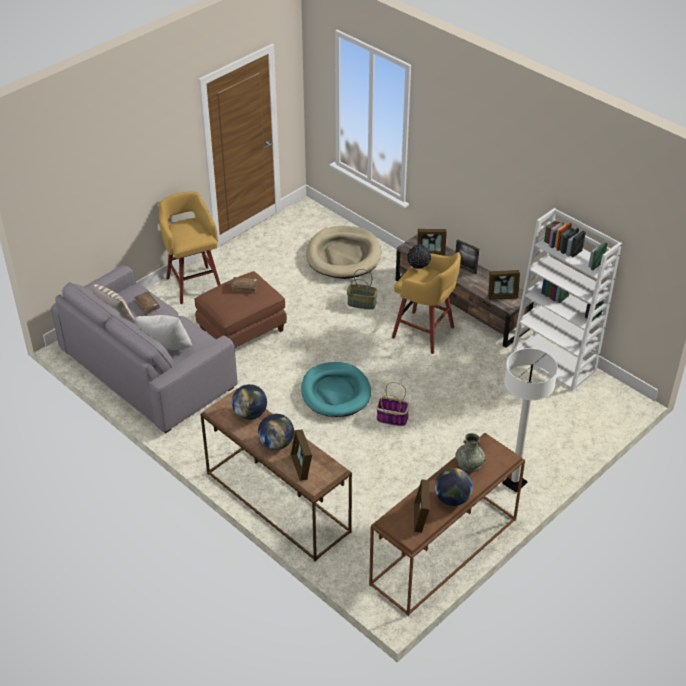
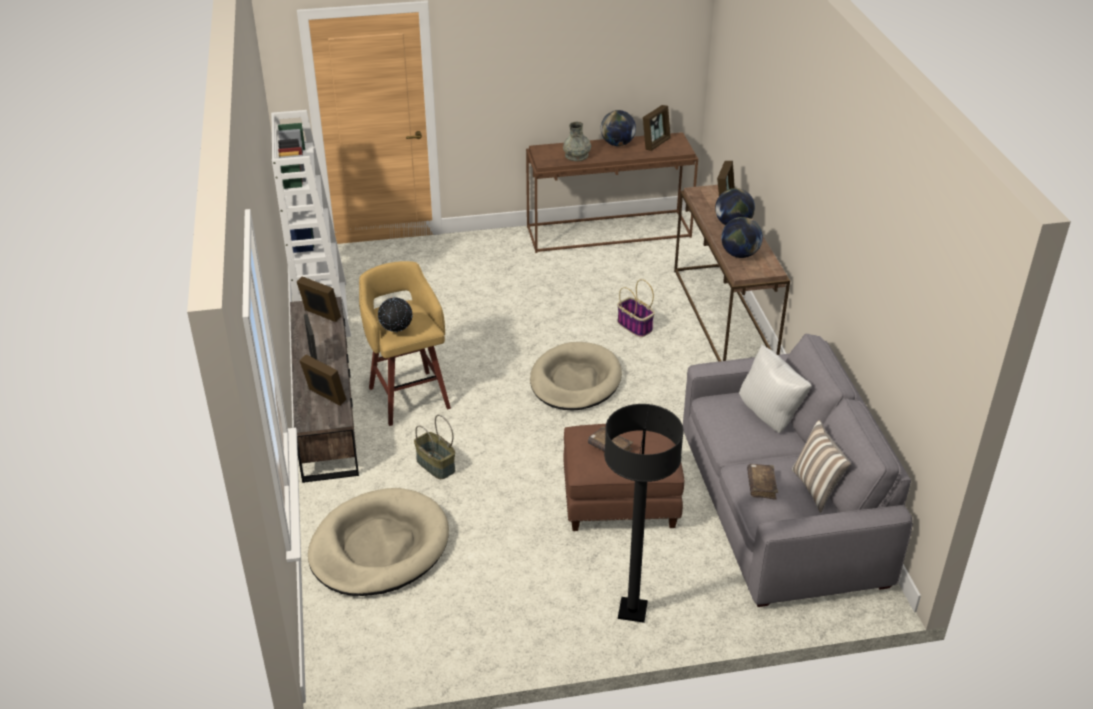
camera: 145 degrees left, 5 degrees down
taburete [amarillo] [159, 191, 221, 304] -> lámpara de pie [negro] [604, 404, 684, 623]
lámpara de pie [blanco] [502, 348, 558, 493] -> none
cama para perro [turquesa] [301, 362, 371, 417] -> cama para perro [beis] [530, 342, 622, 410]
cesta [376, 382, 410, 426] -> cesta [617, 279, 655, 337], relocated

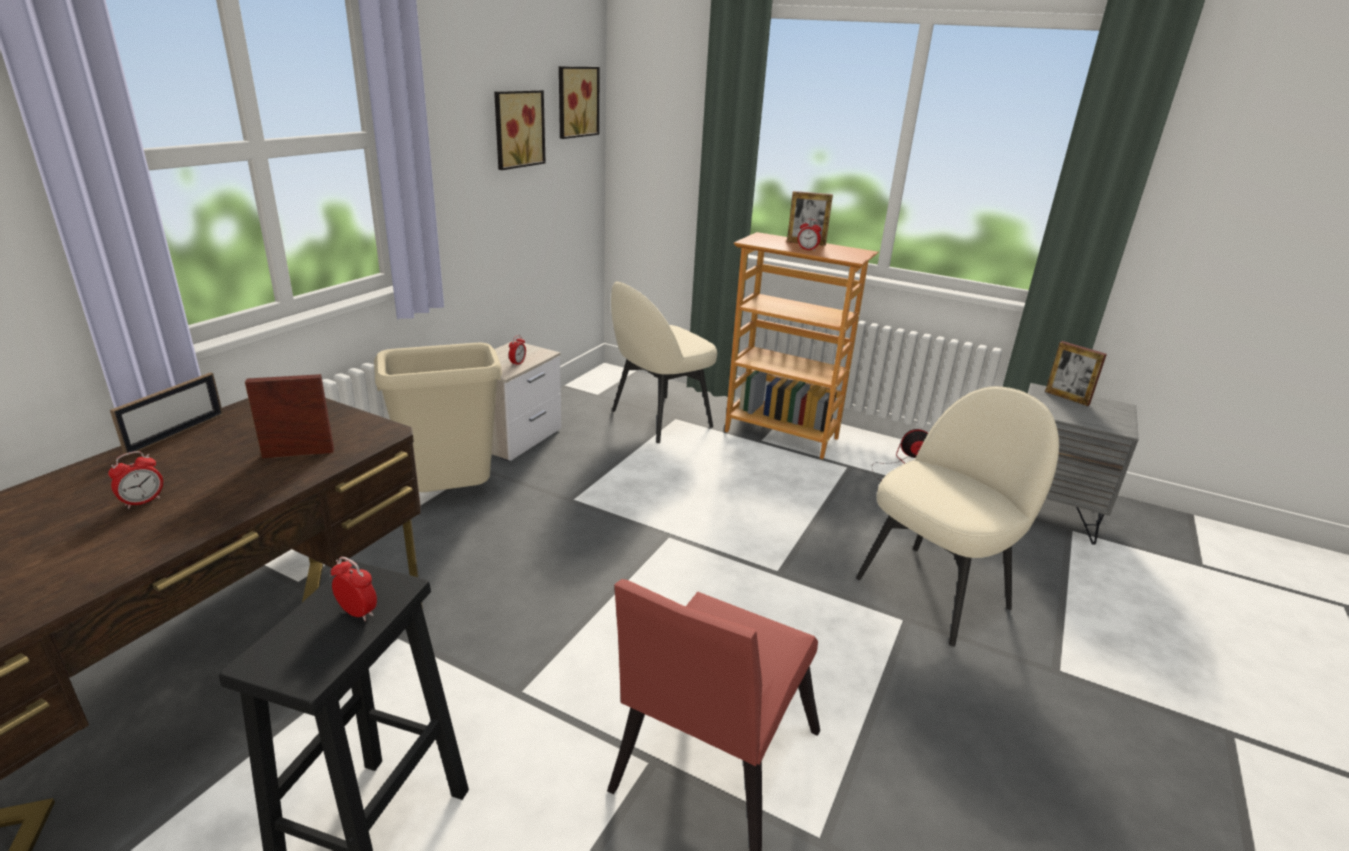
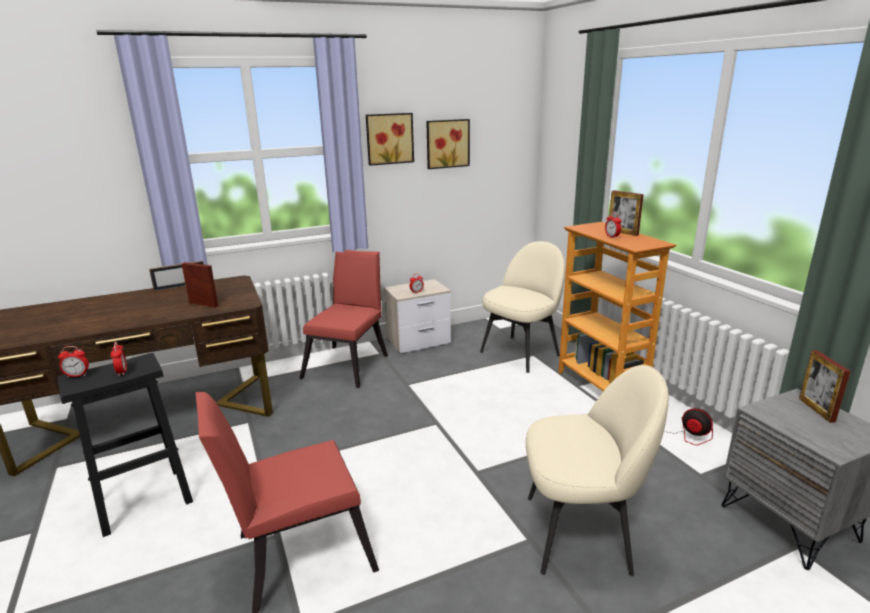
camera: 40 degrees right, 5 degrees down
cuadro [559, 66, 600, 139] -> cuadro [366, 113, 414, 166], relocated
silla [beis] [611, 281, 717, 443] -> silla [beis] [480, 241, 565, 373], 135 degrees clockwise
papelera [beis] [374, 343, 502, 492] -> silla [rojo] [299, 250, 388, 388]
despertador [108, 451, 163, 509] -> despertador [58, 346, 89, 378], relocated

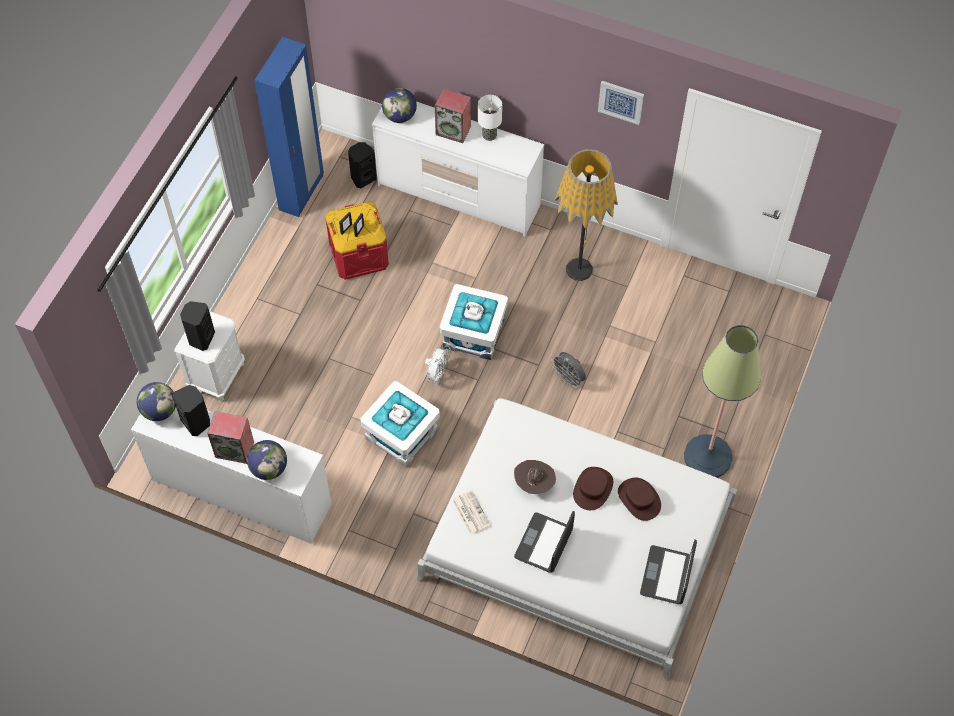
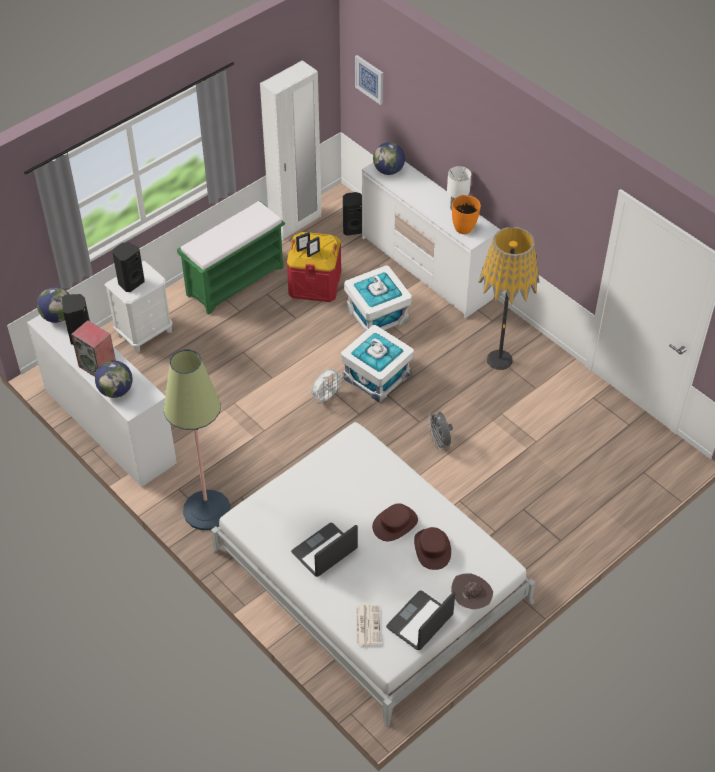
camera: 25 degrees right, 10 degrees down
armario ropero [azul] [254, 37, 324, 217] -> armario ropero [blanco] [260, 60, 322, 240]
cuadro [598, 81, 644, 125] -> cuadro [355, 55, 383, 105], relocated
altavoz [435, 89, 471, 143] -> none
lámpara de pie [684, 325, 761, 477] -> lámpara de pie [163, 349, 231, 530], relocated
caja de almacenaje [blanco] [360, 381, 440, 467] -> caja de almacenaje [blanco] [344, 265, 412, 332], relocated
sombrero [marrón] [514, 460, 556, 494] -> sombrero [marrón] [451, 574, 493, 609], relocated
periódico [452, 490, 491, 535] -> periódico [356, 605, 380, 645], relocated
none -> florero [naranja] [452, 195, 481, 234]
none -> banco [verde] [177, 201, 285, 315]

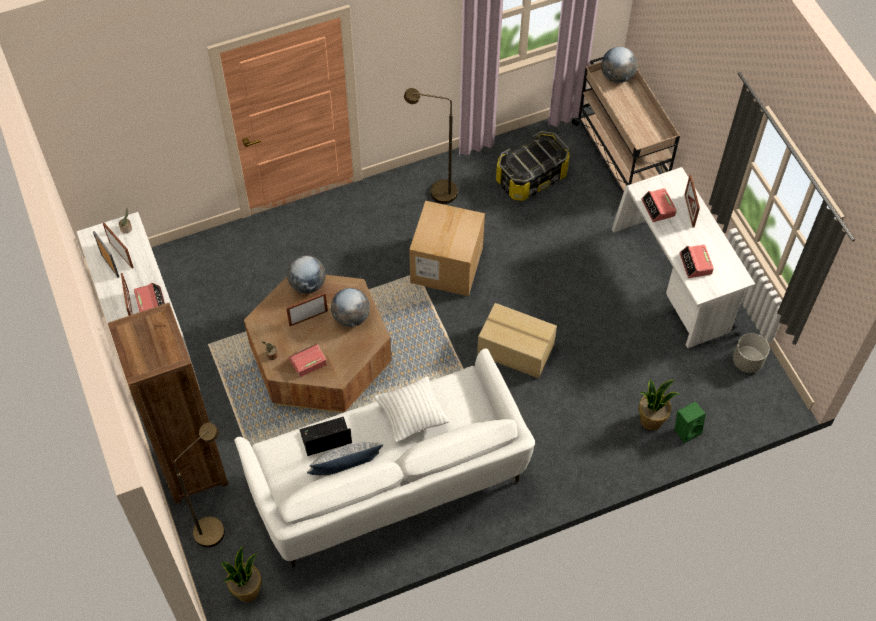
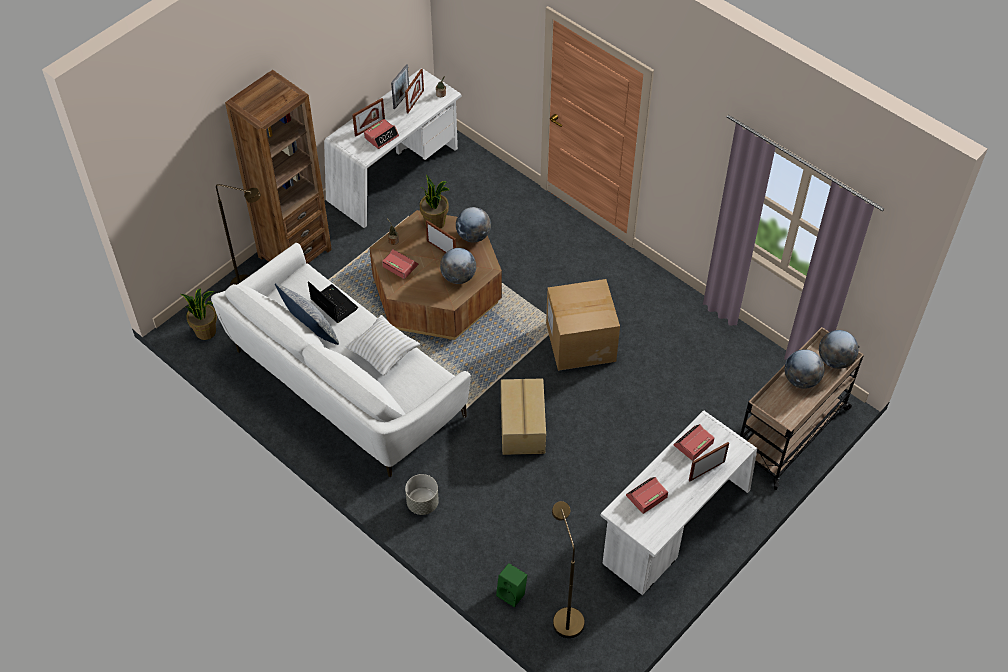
camera: 65 degrees right, 5 degrees down
lámpara de pie [marrón] [404, 88, 458, 204] -> lámpara de pie [marrón] [552, 501, 585, 638], relocated
caja de almacenaje [496, 131, 570, 201] -> none
maceta [gris] [733, 333, 769, 373] -> maceta [gris] [405, 474, 439, 515], relocated
planta en maceta [639, 380, 680, 431] -> planta en maceta [420, 175, 449, 229], relocated
none -> globo terráqueo [785, 349, 825, 389]

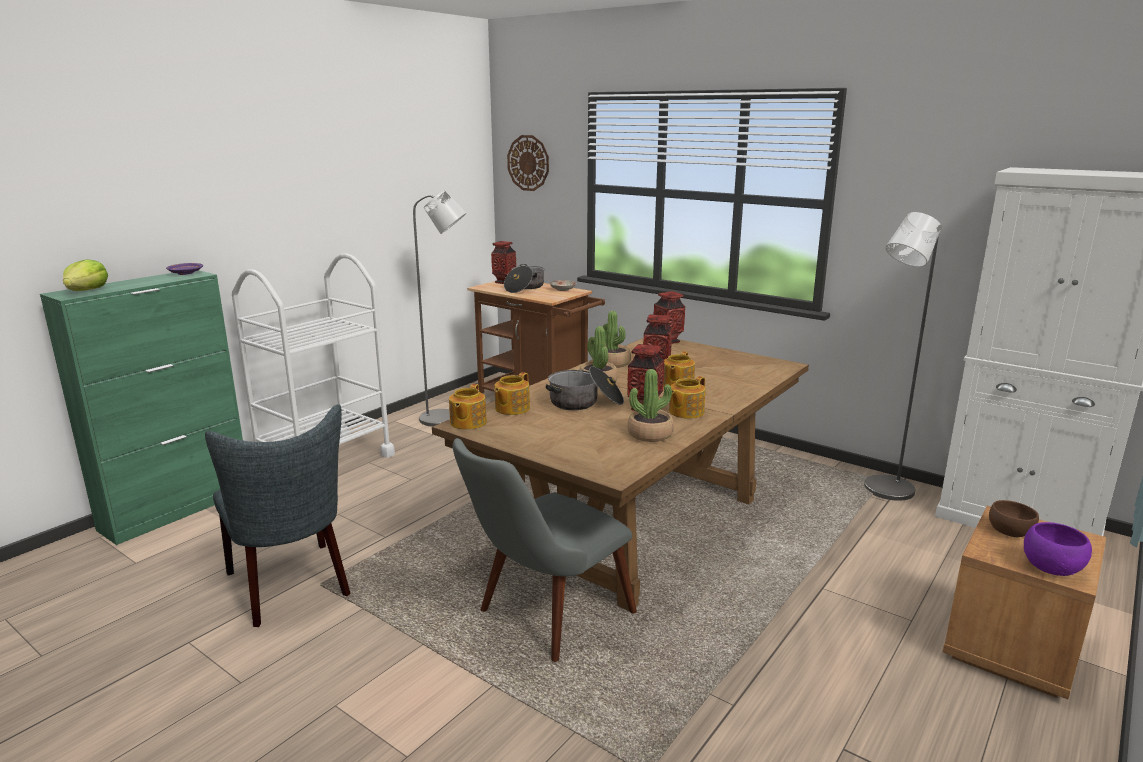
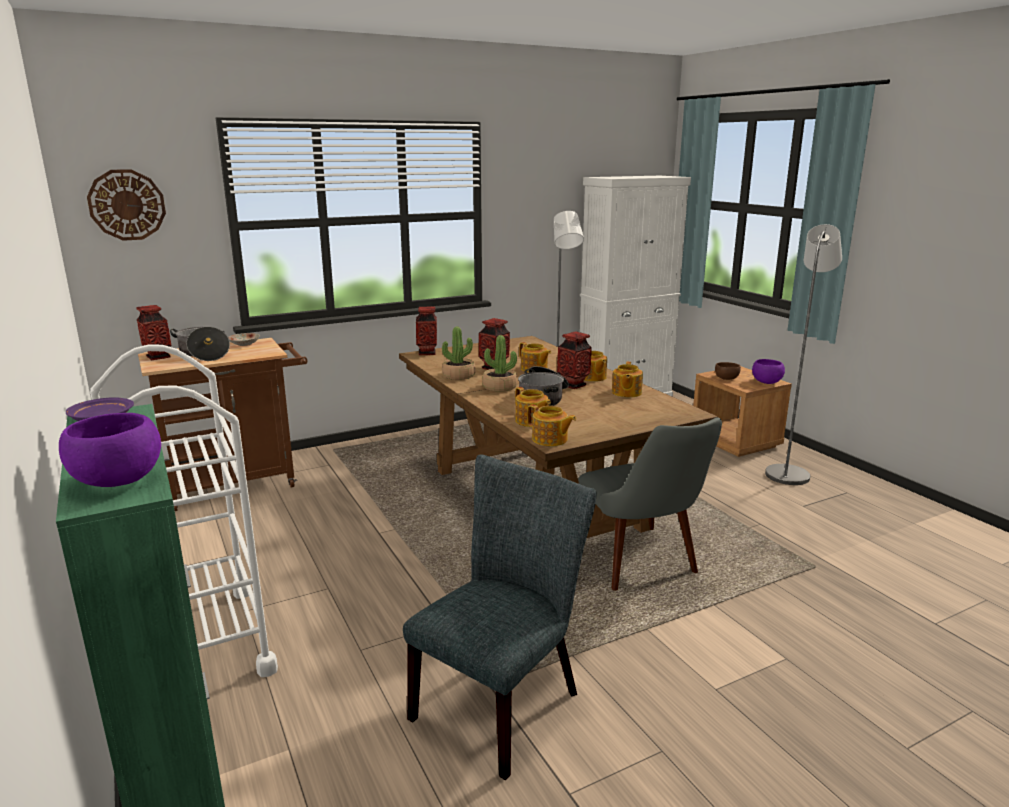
camera: 65 degrees left, 0 degrees up
lámpara de pie [gris] [413, 190, 466, 427] -> lámpara de pie [gris] [765, 224, 842, 485], relocated
lechuga [63, 259, 108, 291] -> cuenco [morado] [59, 413, 161, 487]
planta en maceta [628, 369, 674, 442] -> tetera [612, 362, 643, 397]
silla [gris] [205, 404, 350, 627] -> silla [gris] [403, 454, 596, 780], 45 degrees counterclockwise

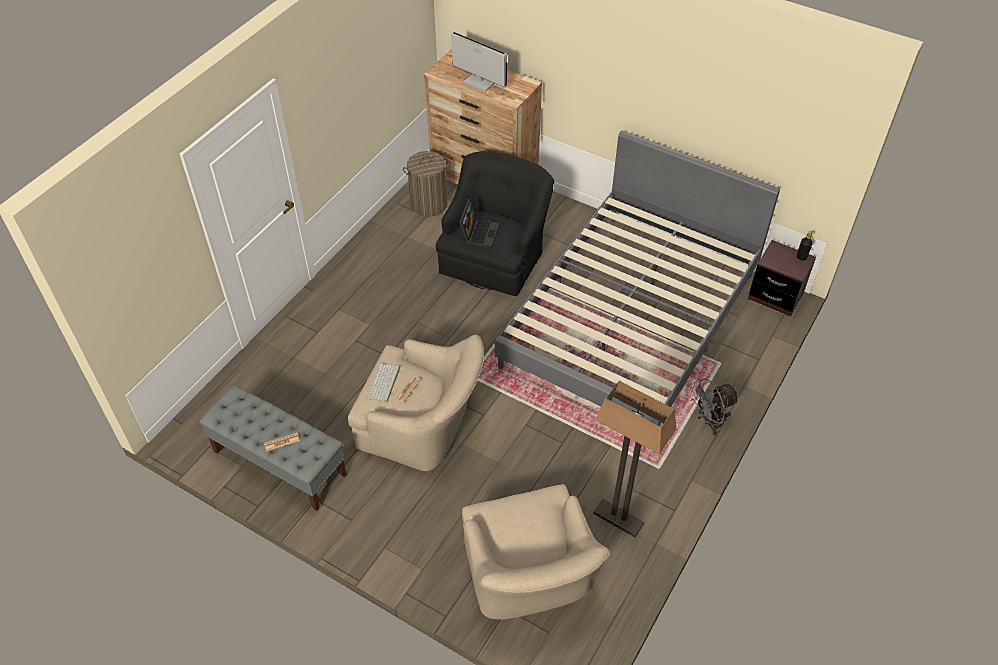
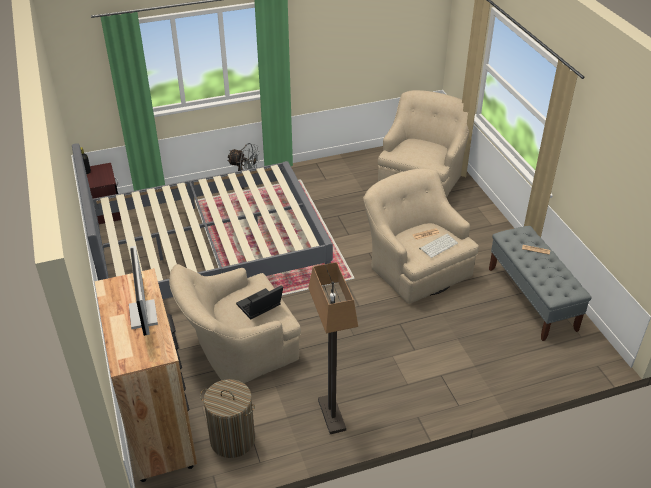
camera: 140 degrees left, 10 degrees down
sillón [negro] [436, 151, 554, 296] -> sillón [beis] [169, 264, 301, 383]
lámpara de pie [593, 381, 677, 537] -> lámpara de pie [308, 262, 358, 434], relocated

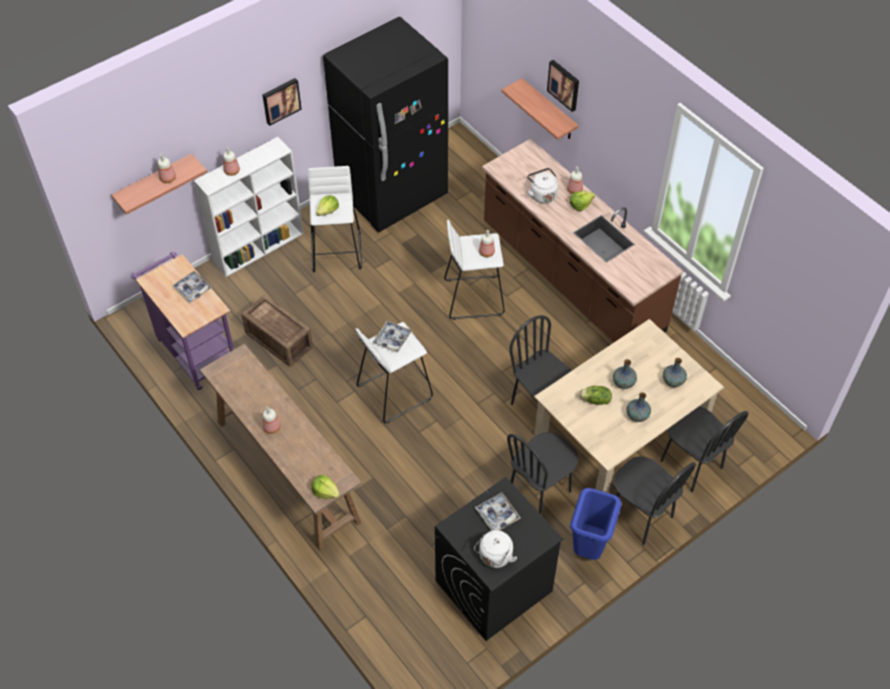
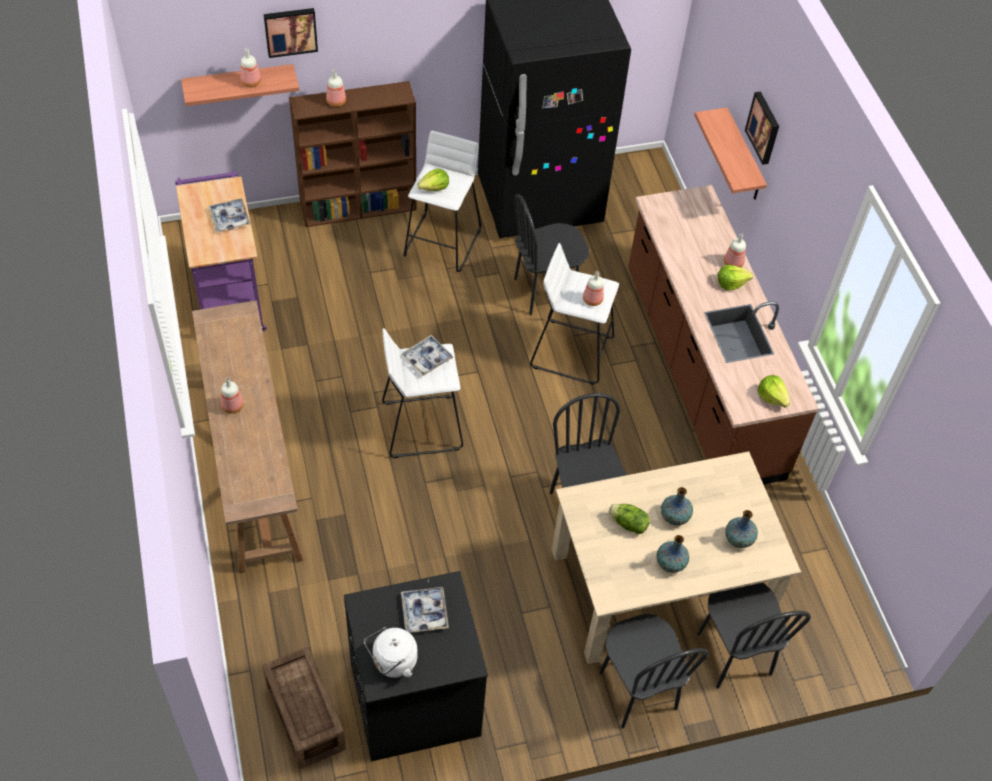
camera: 20 degrees right, 0 degrees up
cuadro [262, 78, 302, 126] -> cuadro [264, 8, 318, 58], relocated
estantería [blanco] [194, 137, 304, 277] -> estantería [marrón] [289, 81, 416, 227]
hervidor [blanco] [527, 168, 558, 203] -> none
caja de embalaje [241, 295, 313, 367] -> caja de embalaje [262, 647, 346, 769], relocated
silla [negro] [507, 432, 579, 515] -> silla [negro] [514, 194, 589, 315], relocated
lechuga [312, 475, 340, 499] -> lechuga [758, 375, 790, 408], relocated
papelera [azul] [570, 488, 621, 560] -> none

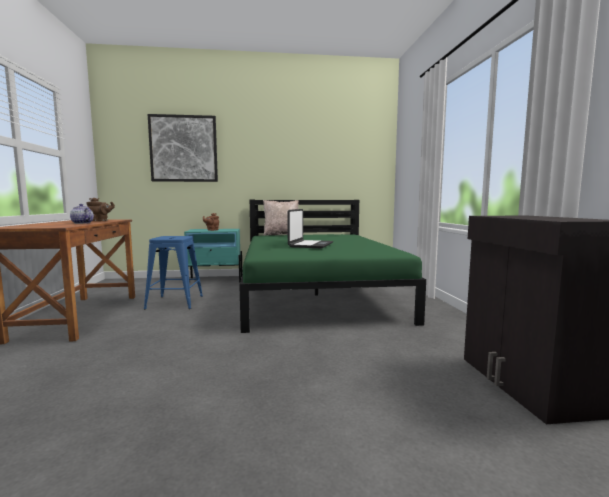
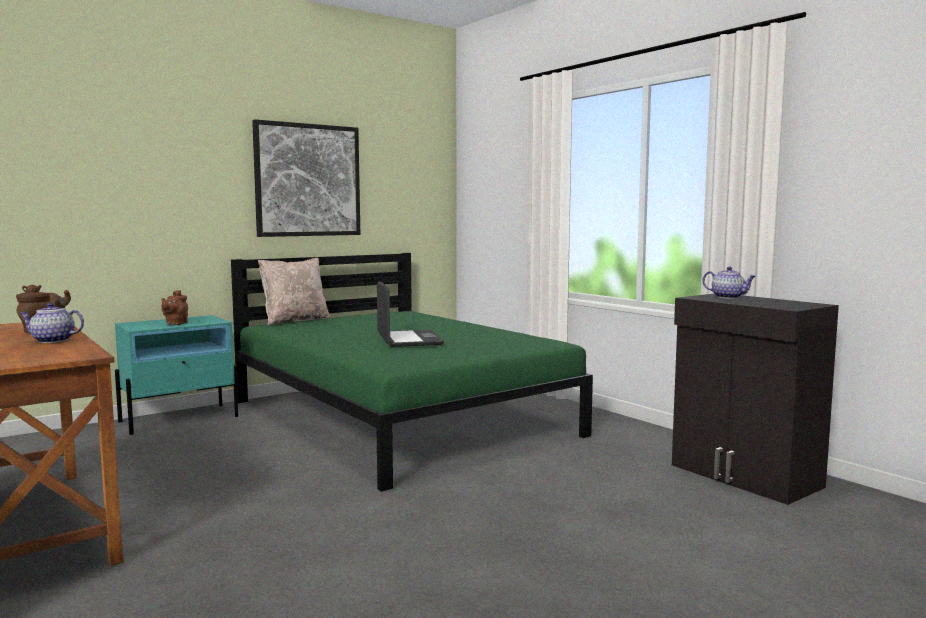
camera: 30 degrees left, 0 degrees up
cuadro [148, 114, 218, 182] -> cuadro [252, 119, 360, 237], relocated
taburete [azul] [144, 236, 203, 309] -> none
none -> tetera [703, 267, 756, 298]

